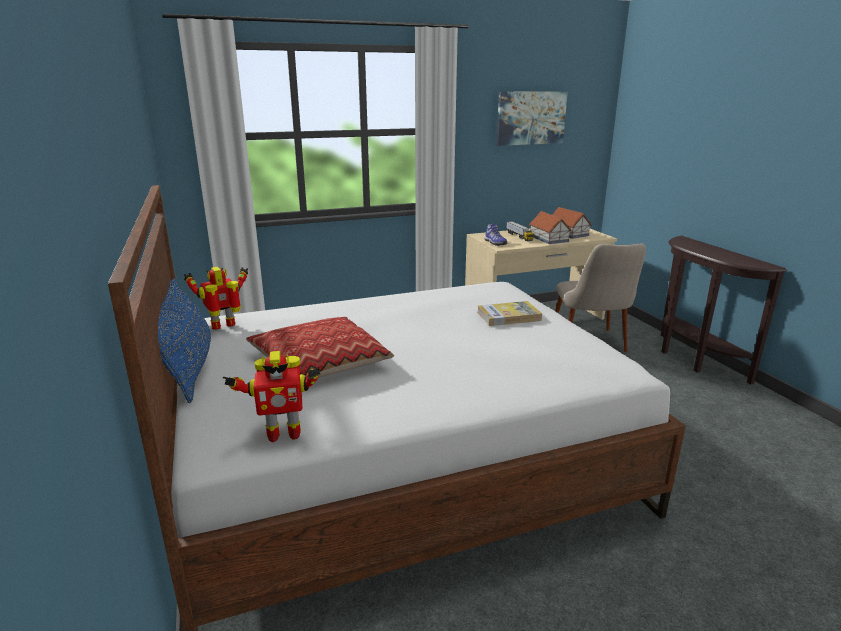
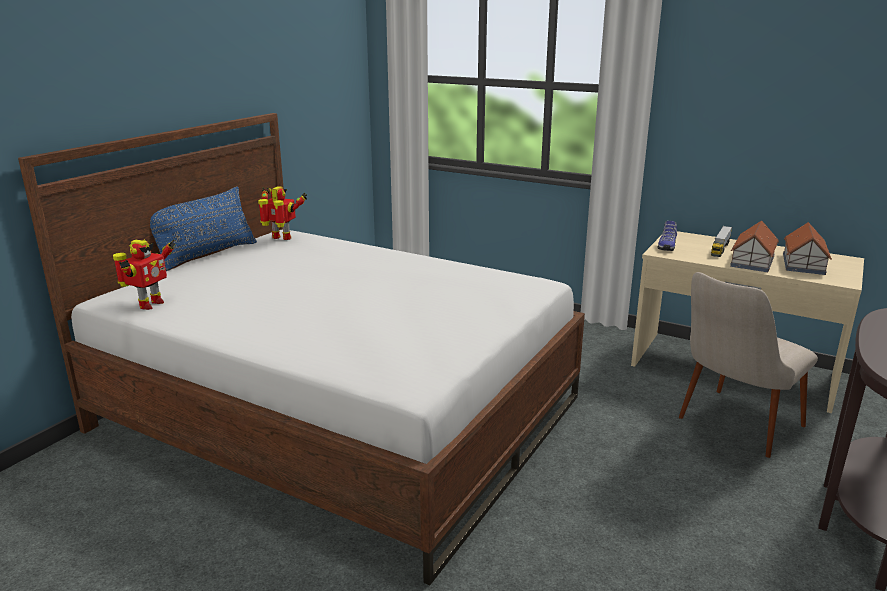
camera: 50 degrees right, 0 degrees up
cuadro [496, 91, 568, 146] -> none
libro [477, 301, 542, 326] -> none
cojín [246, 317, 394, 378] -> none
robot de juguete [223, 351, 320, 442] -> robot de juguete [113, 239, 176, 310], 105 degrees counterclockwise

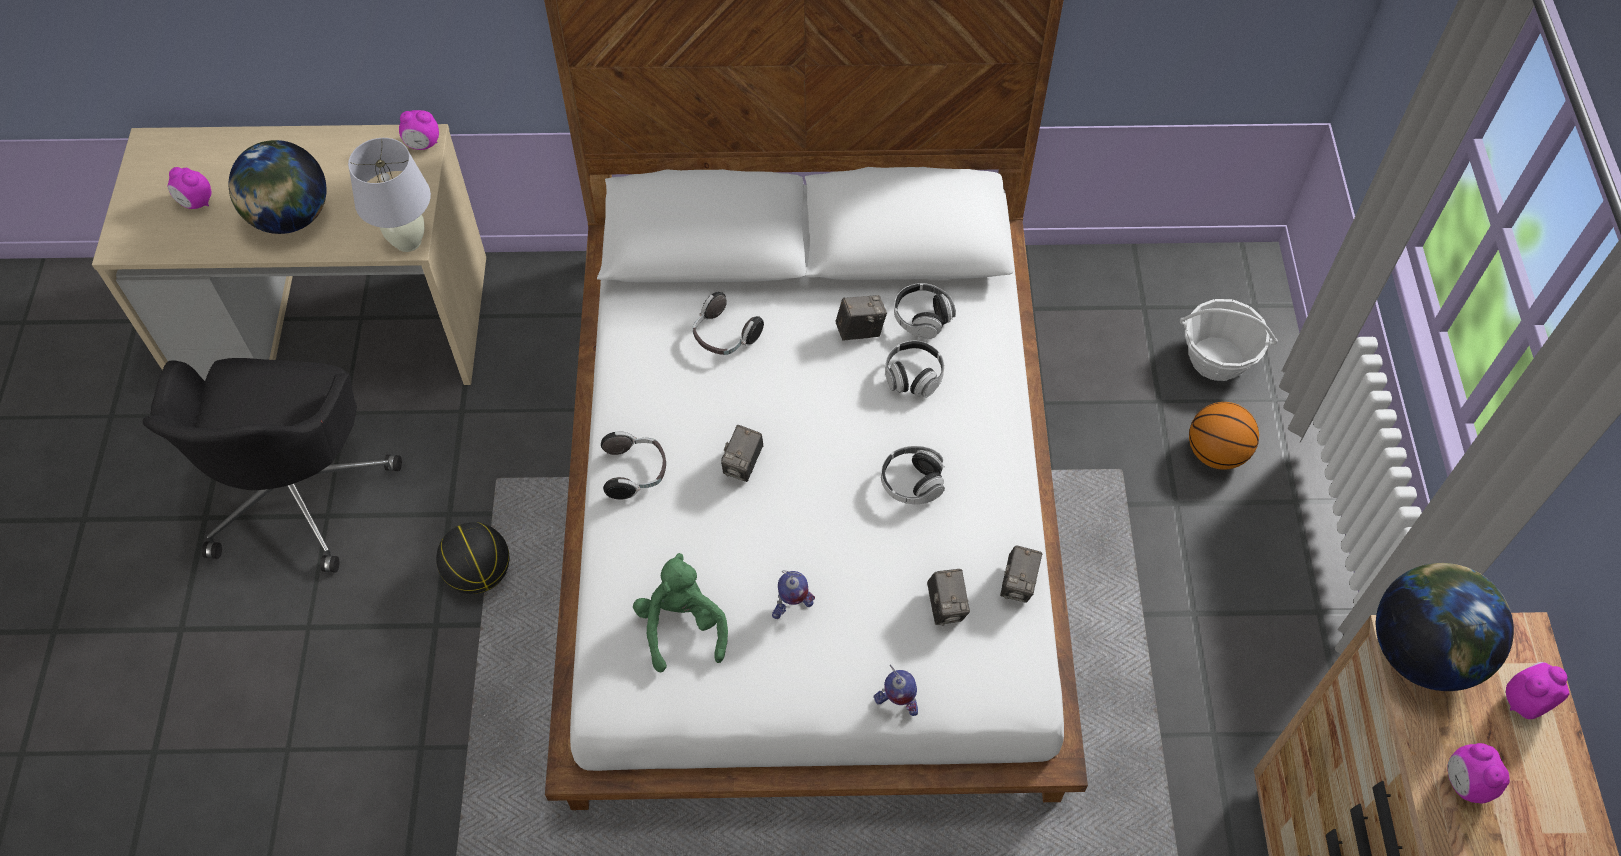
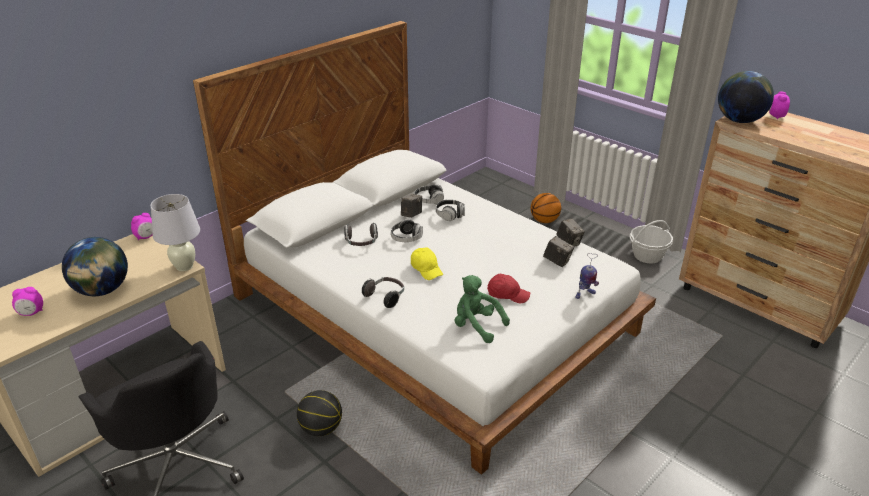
camera: 45 degrees left, 25 degrees down
cesta [1180, 299, 1278, 381] -> cesta [629, 220, 673, 264], relocated
cámara [721, 425, 763, 482] -> gorra [amarillo] [411, 247, 443, 280]
auriculares [881, 446, 945, 504] -> auriculares [391, 219, 423, 242], relocated
robot de juguete [772, 570, 815, 619] -> gorra [rojo] [487, 274, 530, 303]
despertador [1447, 743, 1510, 803] -> none

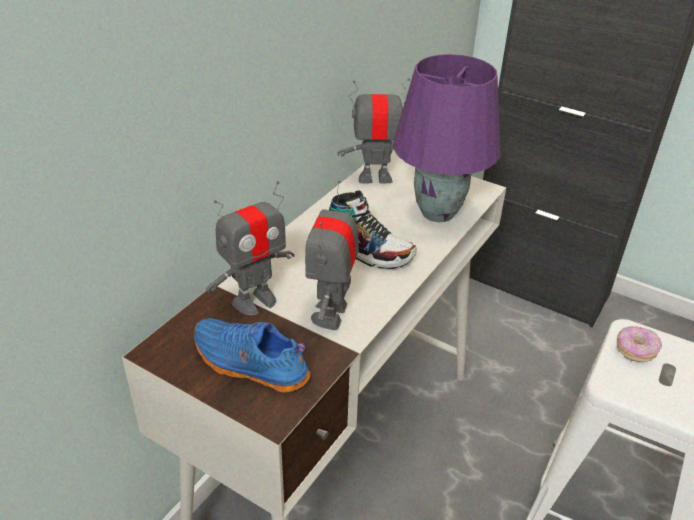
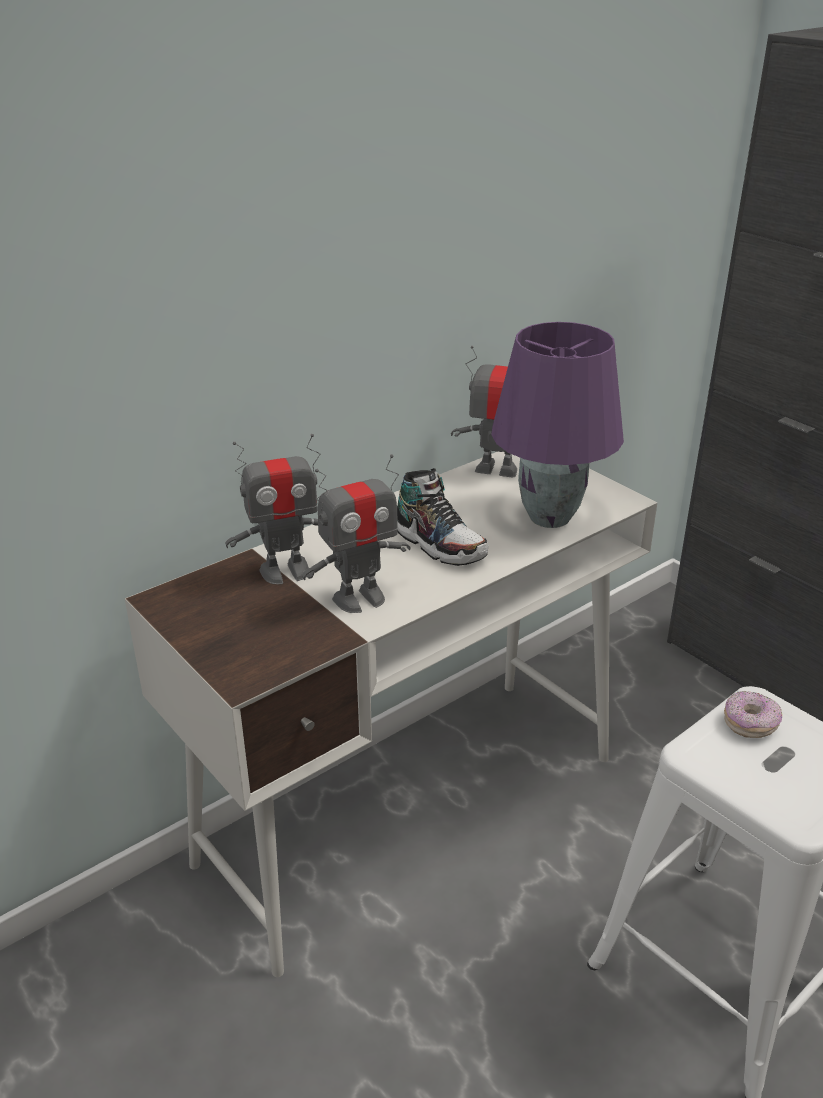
camera: 20 degrees right, 5 degrees down
robot de juguete [305, 180, 359, 330] -> robot de juguete [302, 454, 410, 613], 150 degrees counterclockwise
zapato [azul] [194, 318, 310, 393] -> none

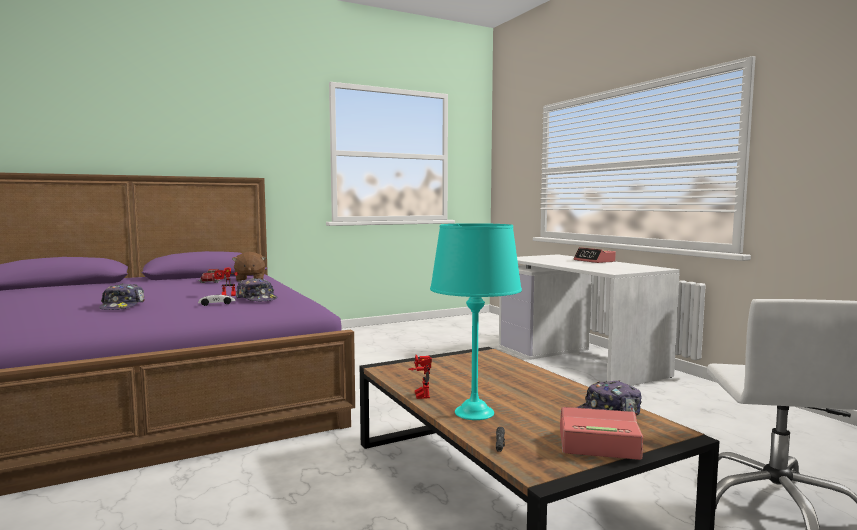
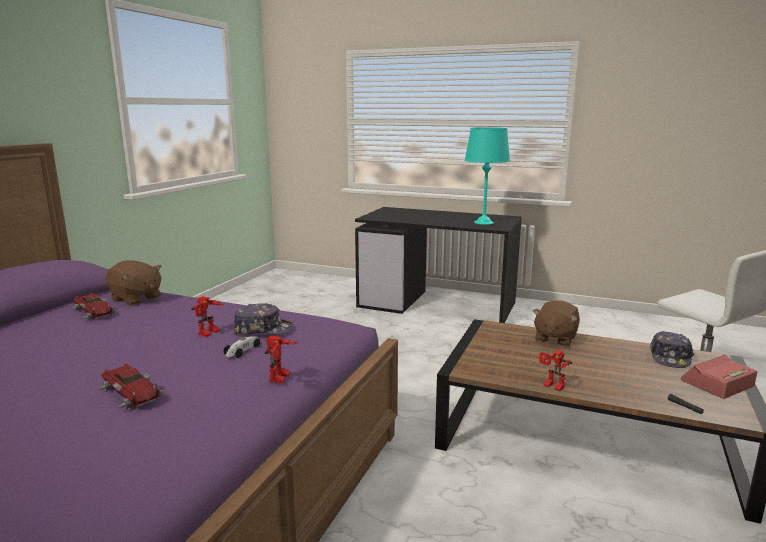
camera: 40 degrees left, 10 degrees up
lámpara de mesa [turquesa] [430, 223, 522, 420] -> lámpara de mesa [turquesa] [465, 127, 510, 225], relocated
despertador [574, 247, 616, 263] -> none
escritorio [blanco] [499, 254, 680, 386] -> escritorio [negro] [355, 207, 522, 323]
gorra [99, 283, 145, 310] -> coche de juguete [97, 363, 165, 410]
none -> peluche [marrón] [533, 300, 580, 347]
none -> robot de juguete [265, 336, 298, 383]

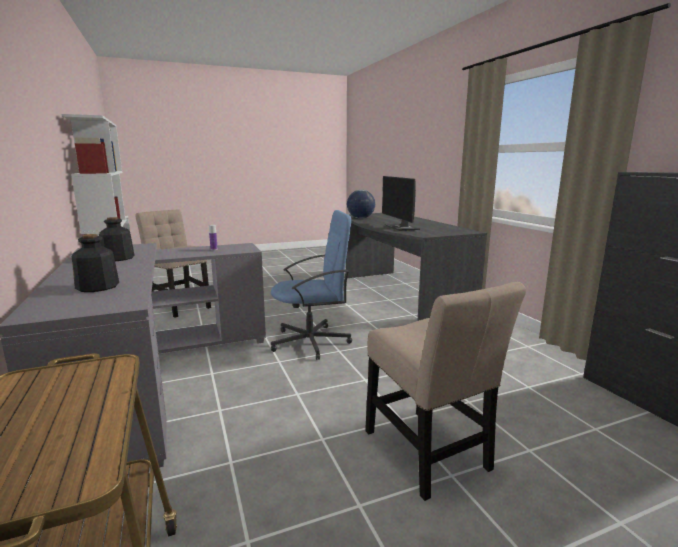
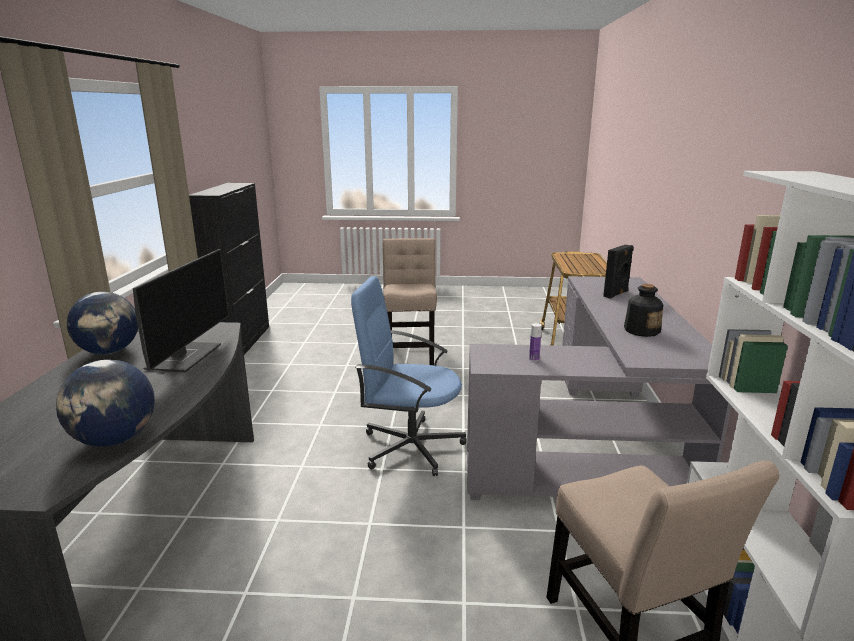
camera: 155 degrees left, 5 degrees up
botella [72, 234, 119, 292] -> altavoz [negro] [603, 245, 634, 299]
none -> globo terráqueo [67, 292, 138, 354]

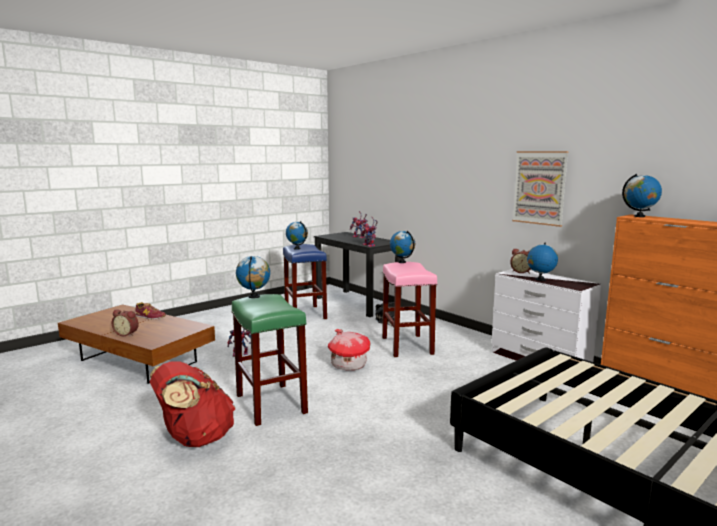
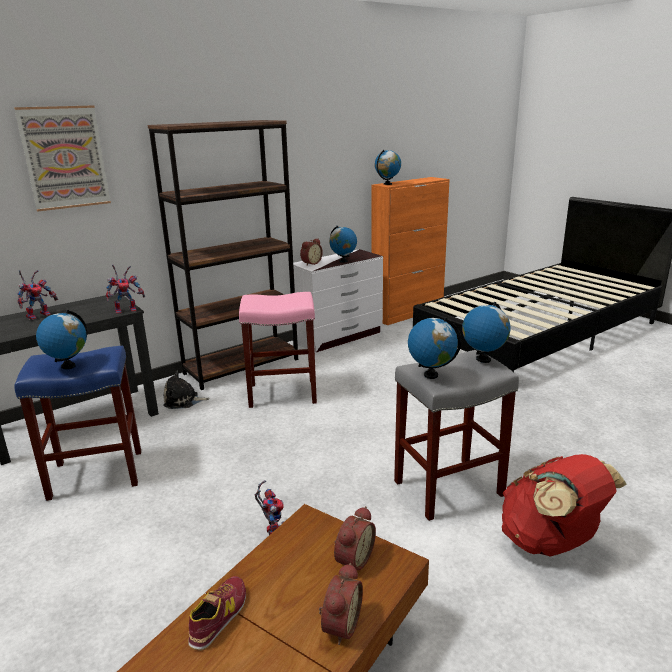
camera: 85 degrees left, 10 degrees up
cuadro [512, 151, 569, 227] -> cuadro [14, 105, 111, 211], relocated
globo terráqueo [390, 231, 415, 263] -> globo terráqueo [462, 302, 511, 363], relocated
taburete [verde] [231, 294, 308, 426] -> taburete [gris] [394, 350, 519, 521]
casita [328, 329, 370, 371] -> none
none -> estantería [marrón] [148, 120, 298, 390]
none -> despertador [334, 506, 376, 570]

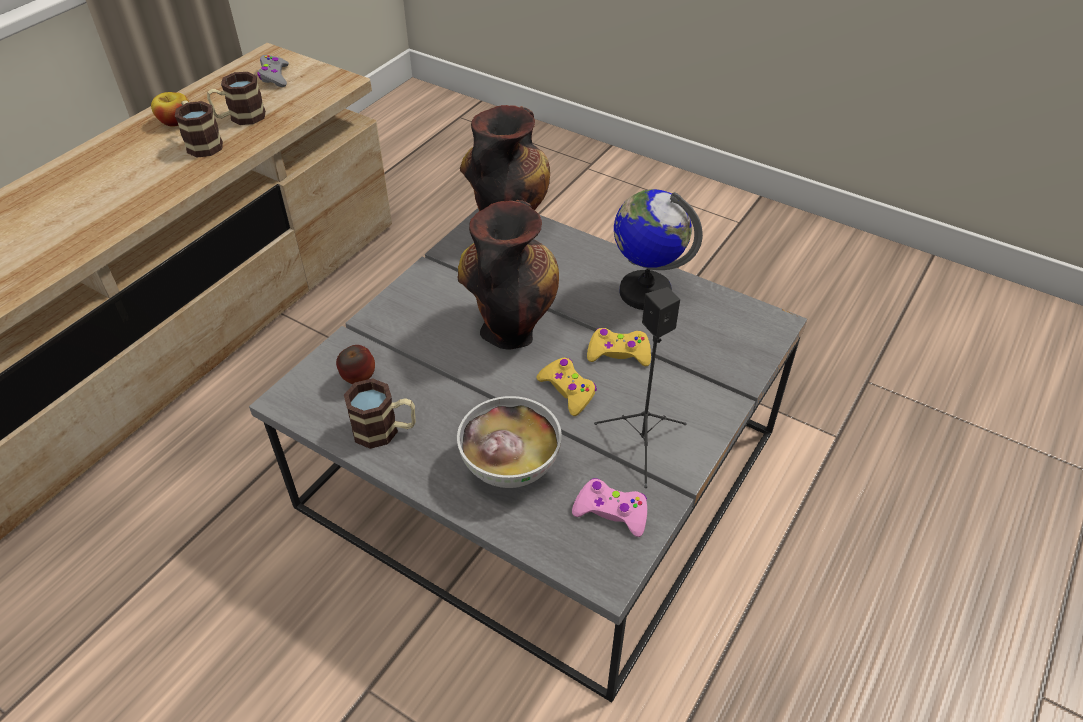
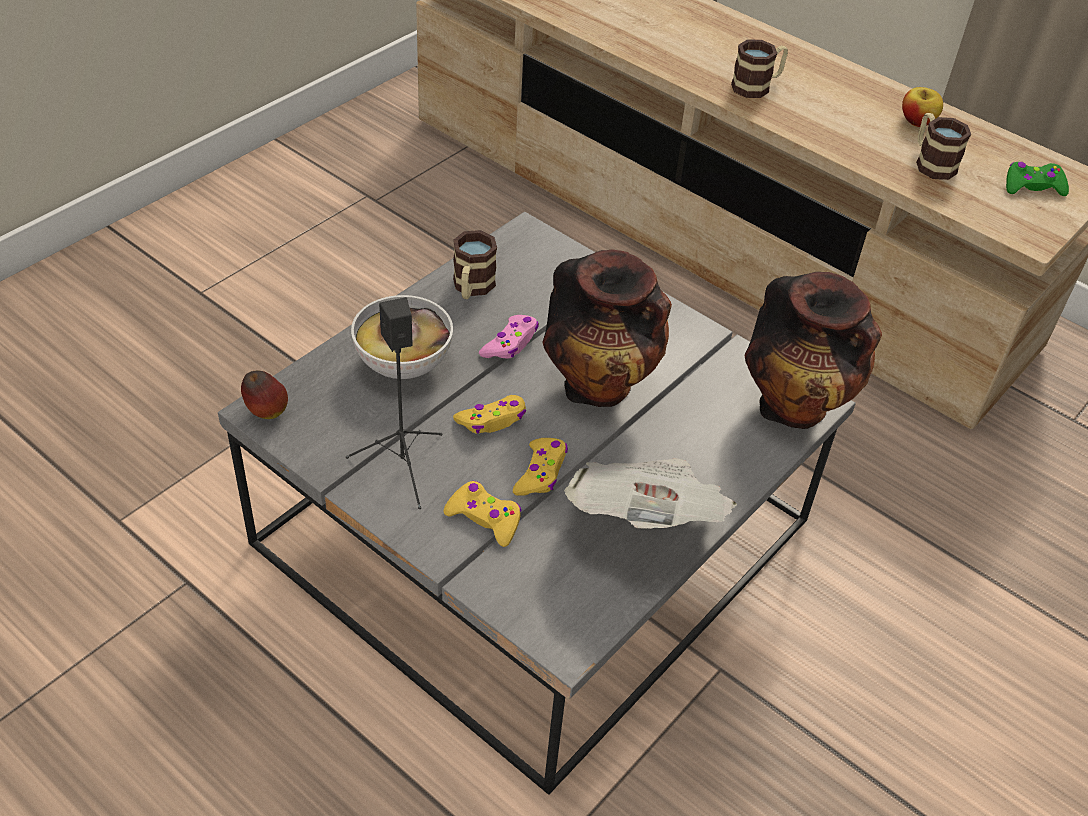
camera: 95 degrees right, 0 degrees up
mando de consola [gris] [257, 55, 289, 87] -> mando de consola [verde] [1006, 162, 1069, 196]
taza grande [175, 100, 223, 157] -> taza grande [731, 40, 788, 98], relocated
globo terráqueo [614, 189, 703, 310] -> periódico [564, 458, 737, 529]
manzana [336, 345, 375, 384] -> manzana [241, 371, 288, 419], relocated
mando de consola [rosa] [572, 478, 647, 537] -> mando de consola [rosa] [479, 315, 539, 359], relocated
none -> mando de consola [amarillo] [443, 481, 522, 547]

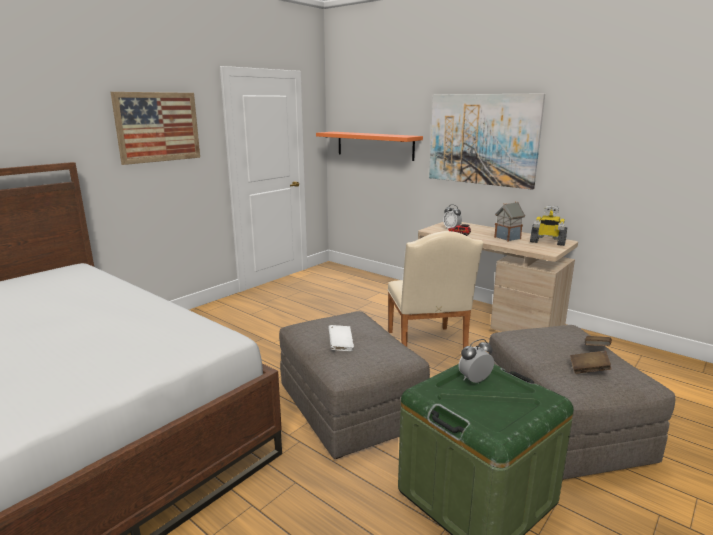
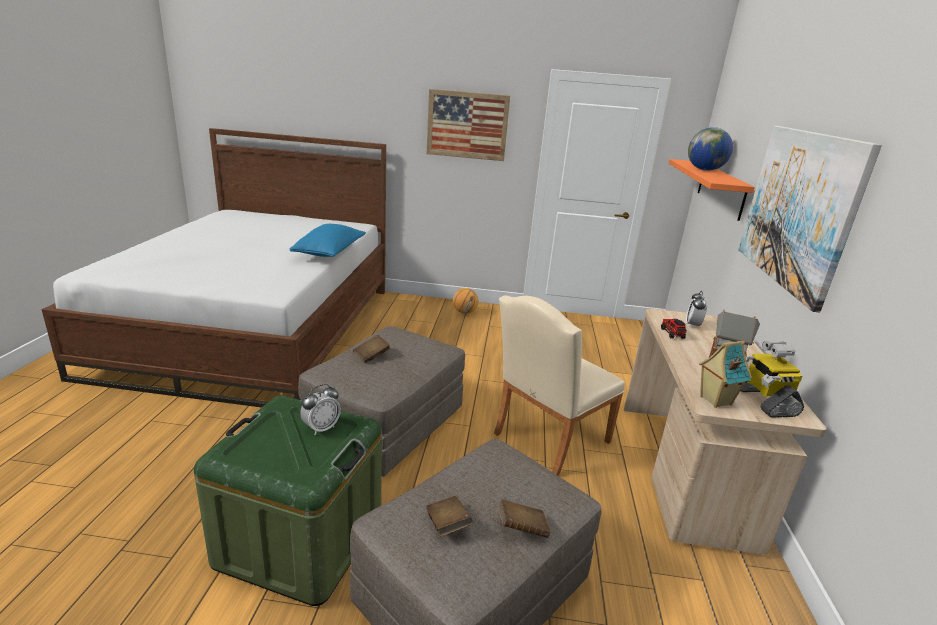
camera: 55 degrees right, 5 degrees up
libro [blanco] [328, 325, 354, 351] -> libro [marrón] [353, 335, 390, 363]
despertador [459, 339, 494, 383] -> despertador [300, 384, 341, 435], 105 degrees clockwise
none -> globo terráqueo [688, 127, 733, 171]
none -> cojín [azul] [290, 224, 366, 257]
none -> balón de baloncesto [453, 288, 478, 314]
none -> casita [699, 341, 752, 408]

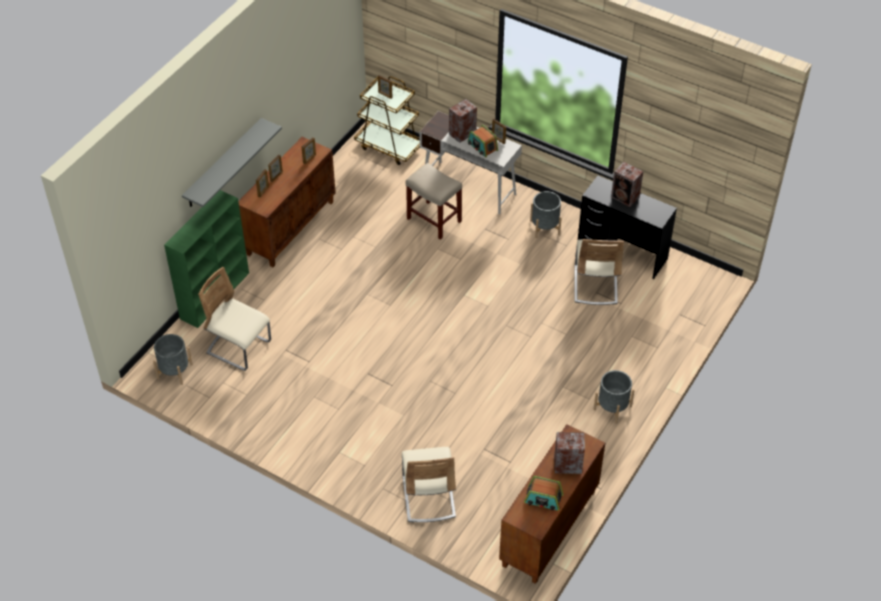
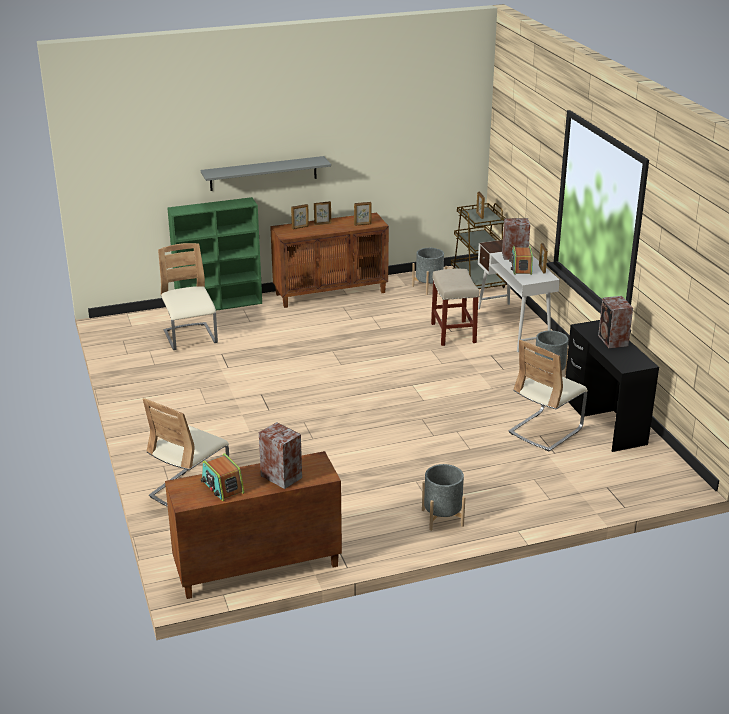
camera: 40 degrees right, 20 degrees down
maceta [gris] [153, 334, 193, 385] -> maceta [gris] [412, 248, 447, 295], relocated

